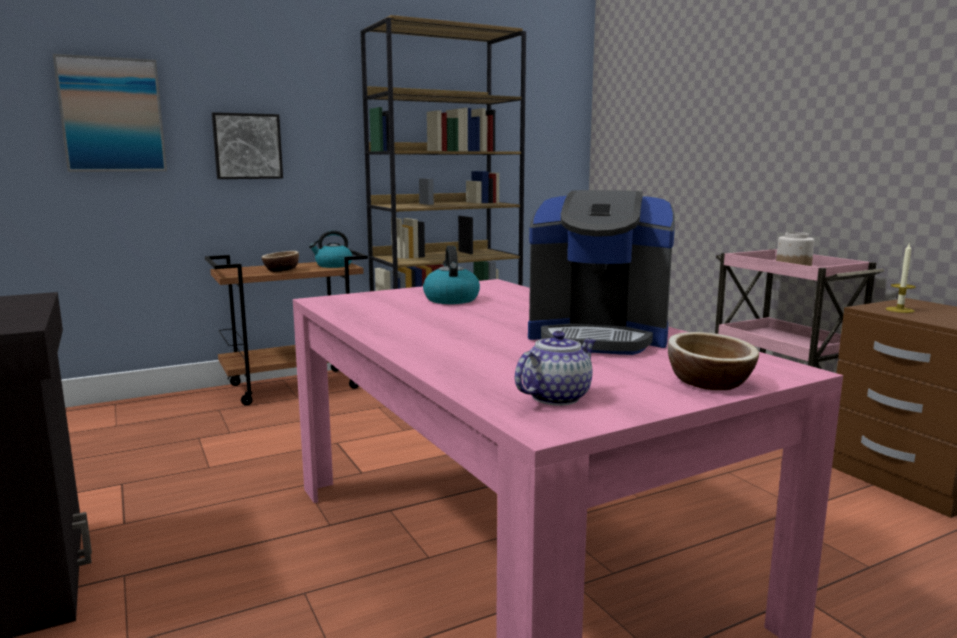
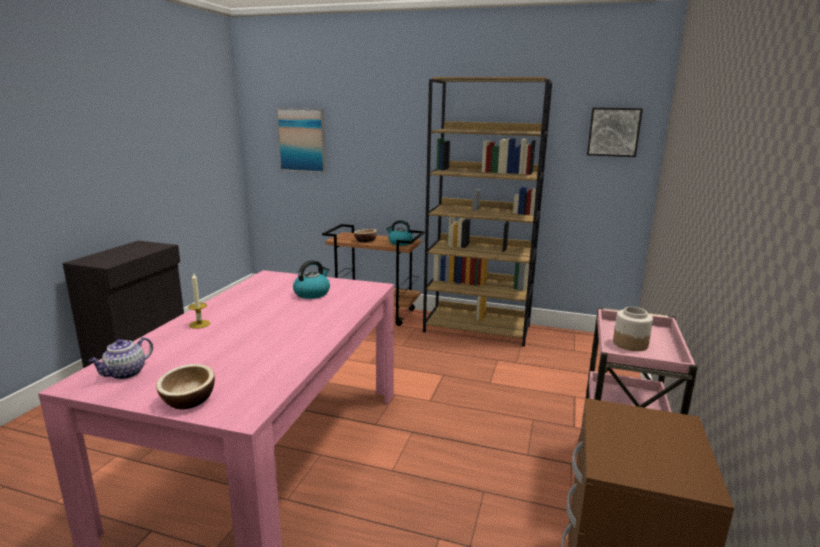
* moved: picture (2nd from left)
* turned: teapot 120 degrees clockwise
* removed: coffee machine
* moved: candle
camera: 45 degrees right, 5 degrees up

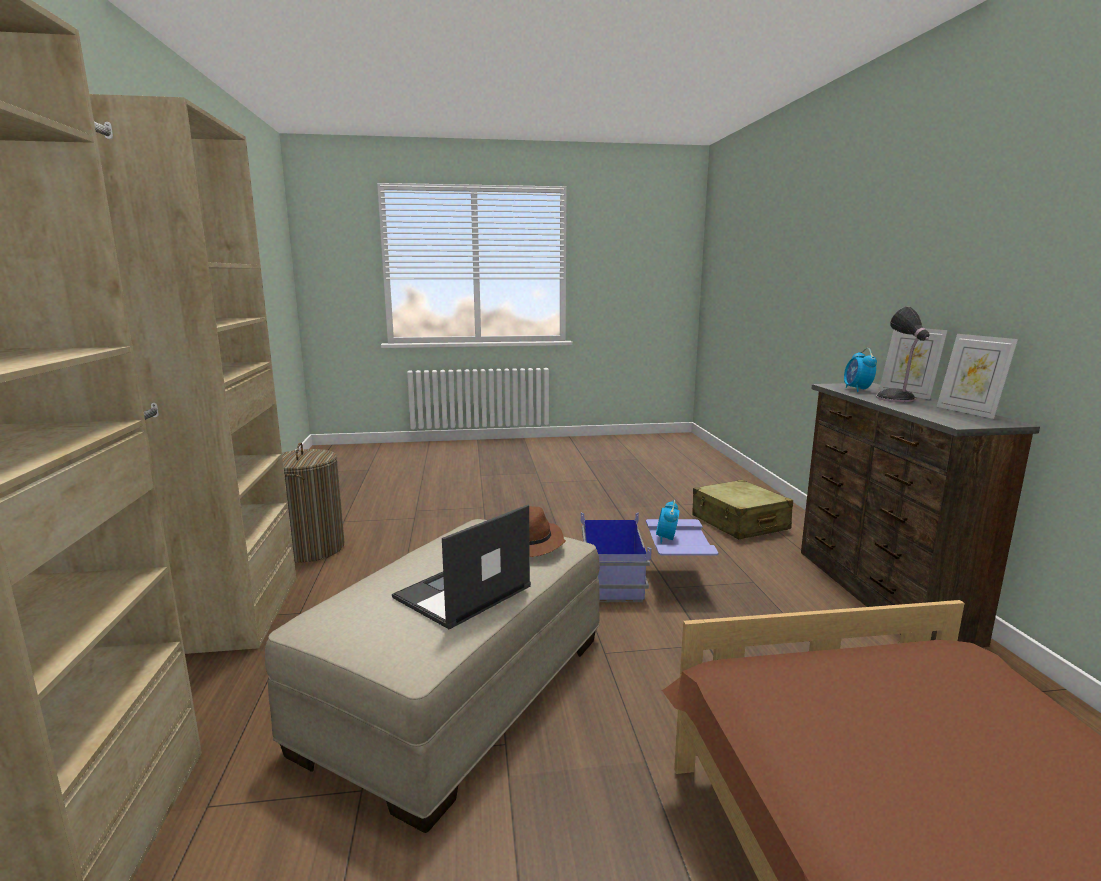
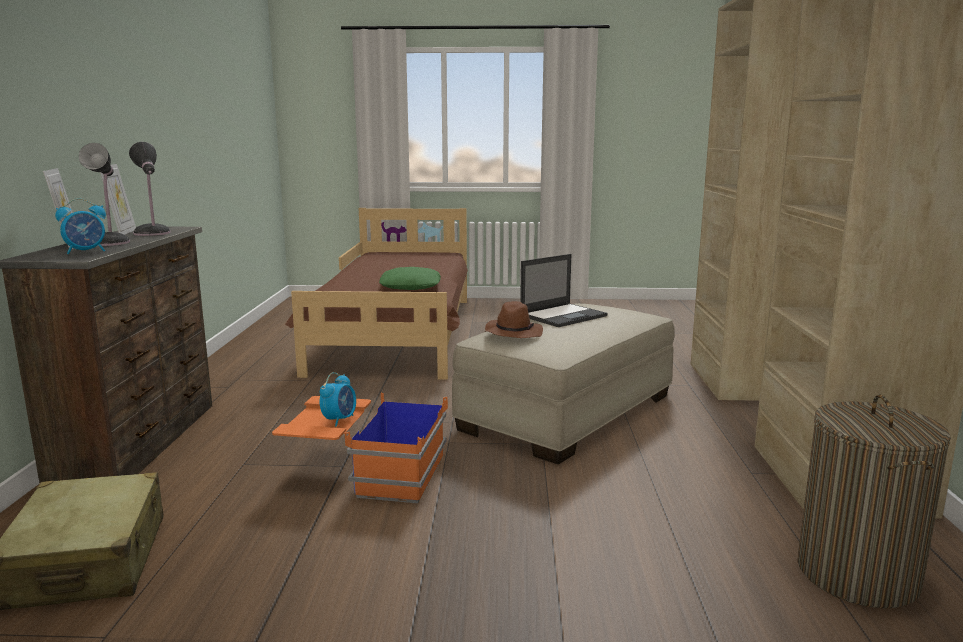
* recoloured: blue storage box to orange storage box
* turned: alarm clock (2nd from left in the first image) 45 degrees clockwise
* added: table lamp (2nd from left)
* added: green pillow
camera: 170 degrees left, 0 degrees up

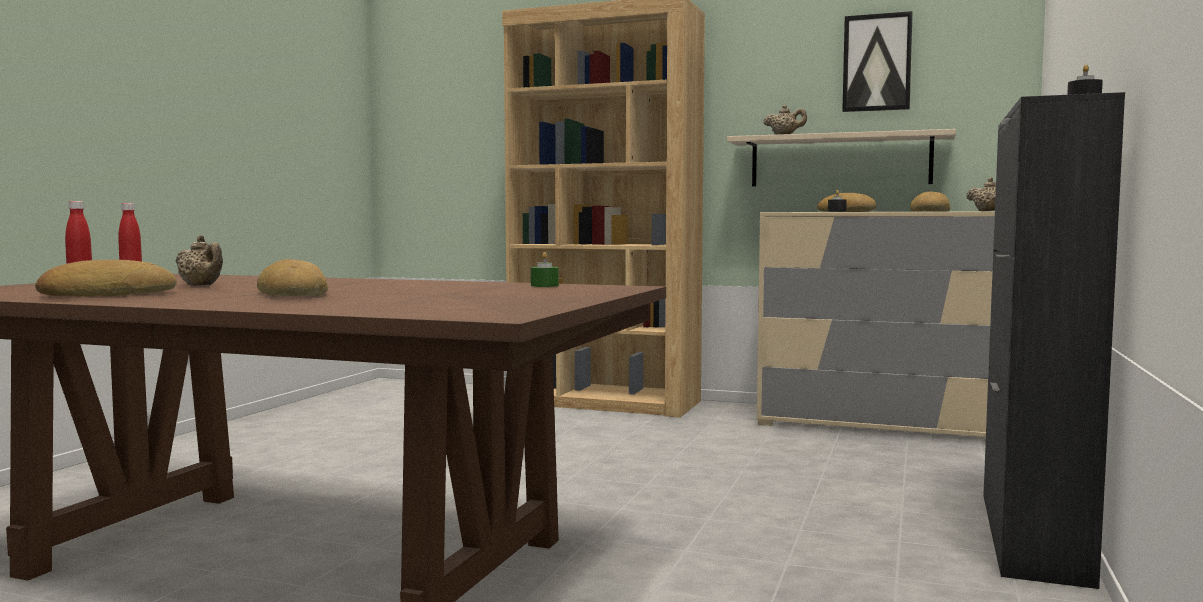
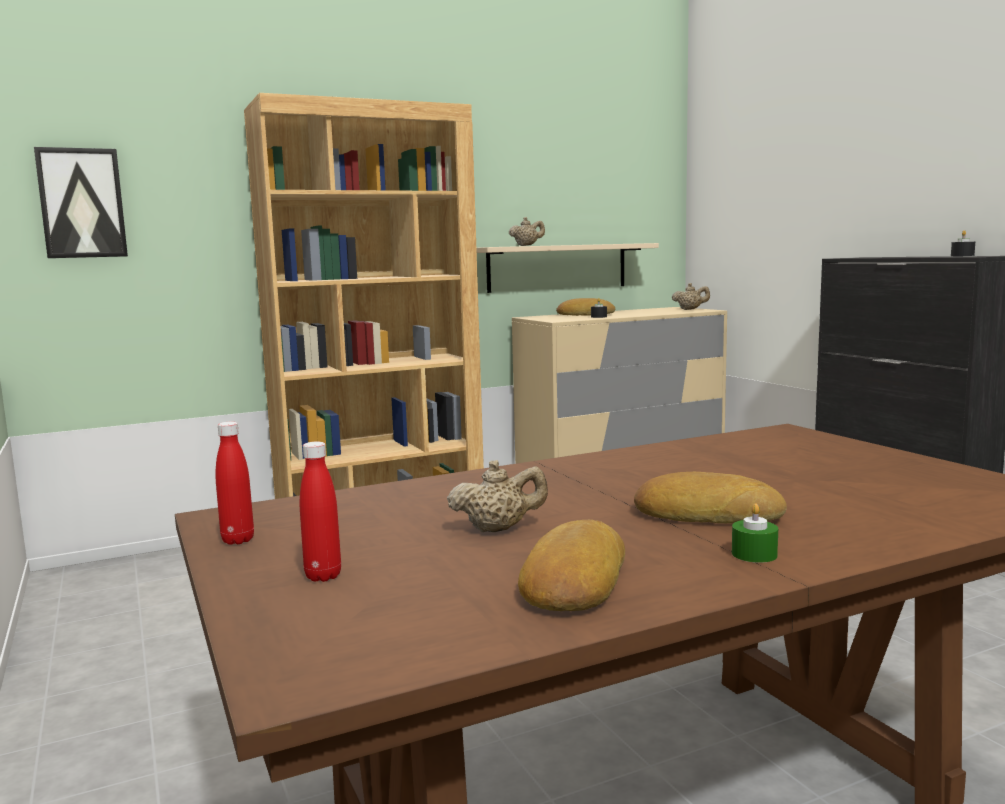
* moved: green candle
* moved: picture
* removed: bread (4th from left)
camera: 45 degrees left, 5 degrees up

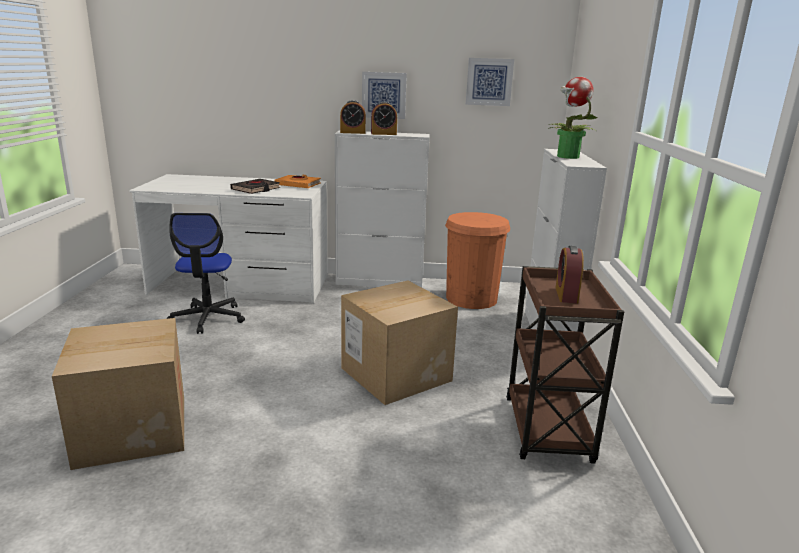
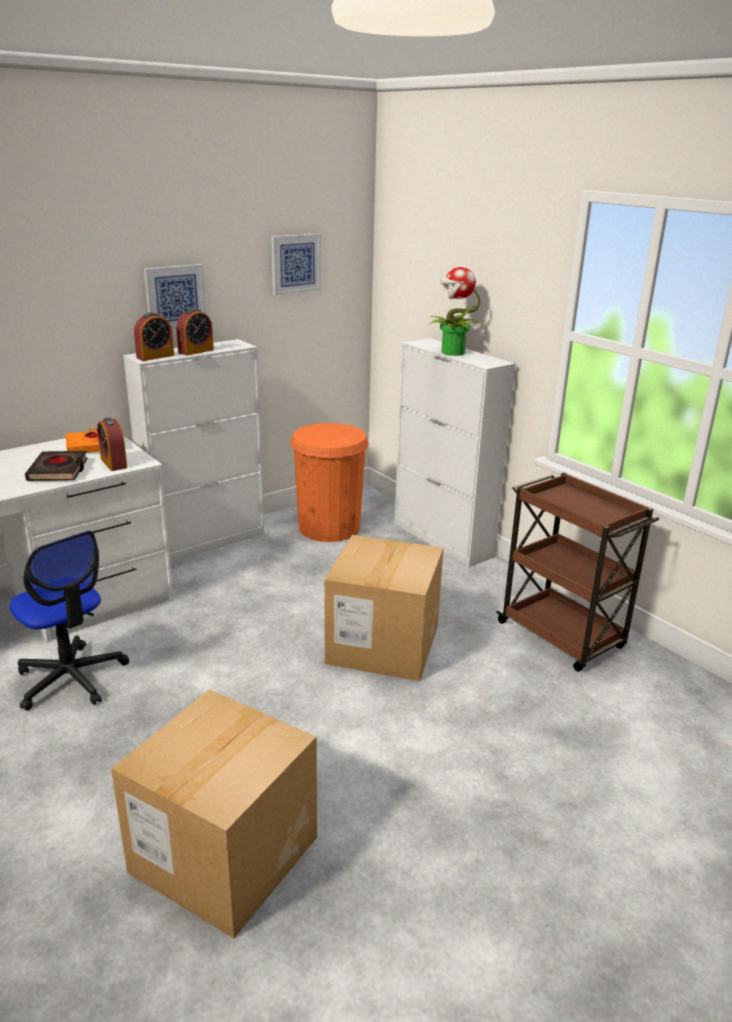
* moved: alarm clock (3rd from left in the first image) to alarm clock (1st from left)
camera: 40 degrees left, 5 degrees up

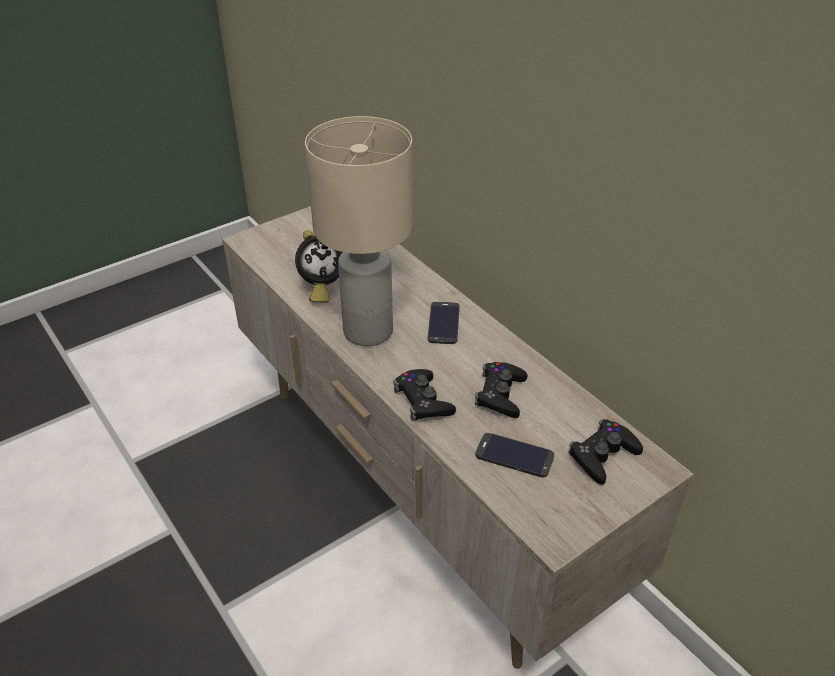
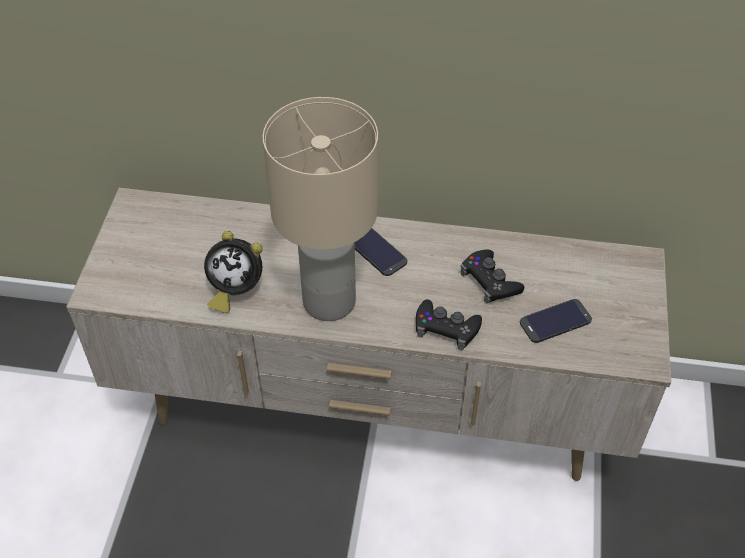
* turned: alarm clock 75 degrees clockwise
* removed: black game controller (3rd from left)
camera: 45 degrees left, 10 degrees up

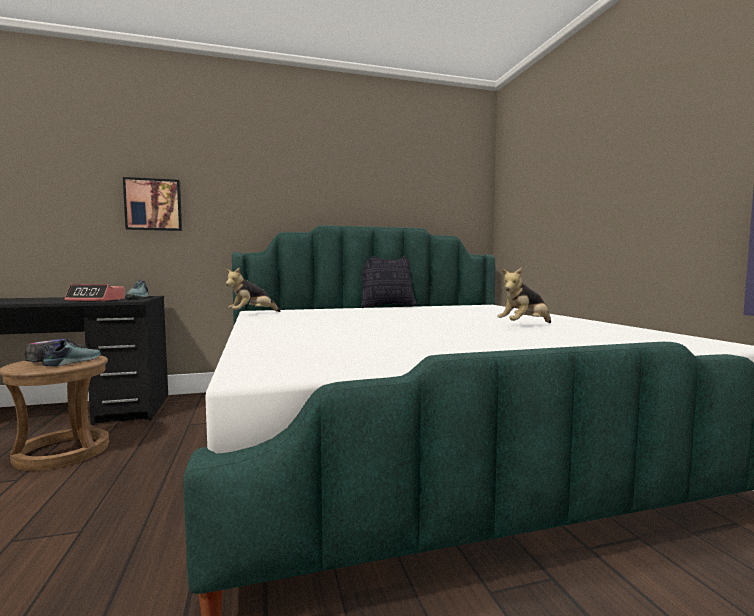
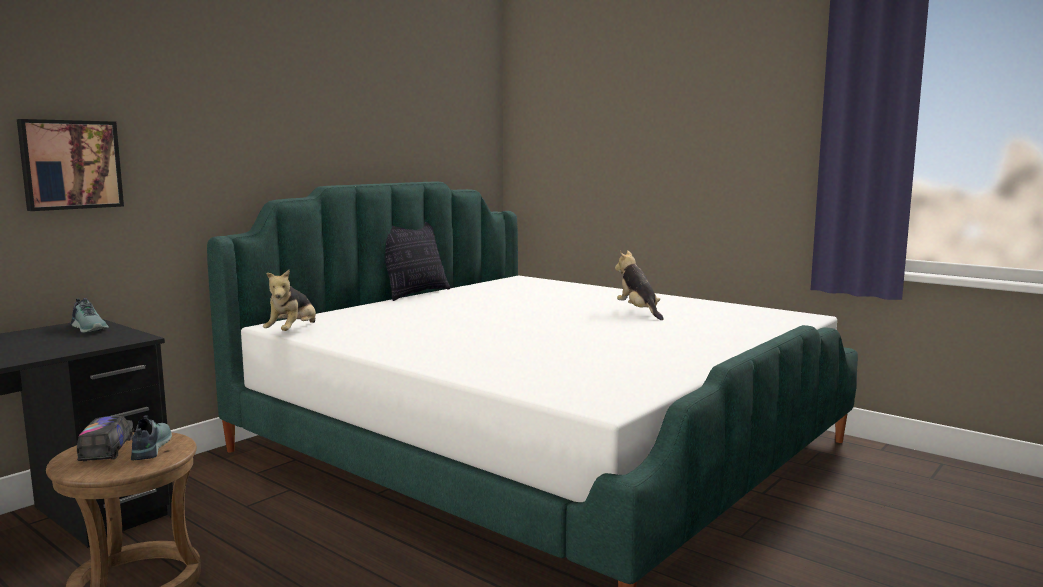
* removed: alarm clock
* turned: plush toy (2nd from left) 135 degrees clockwise
camera: 35 degrees left, 5 degrees up

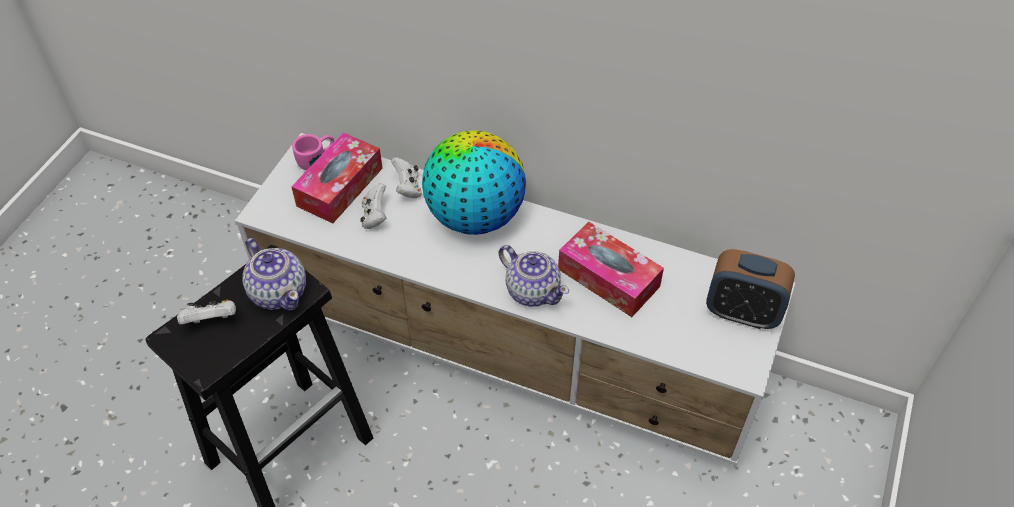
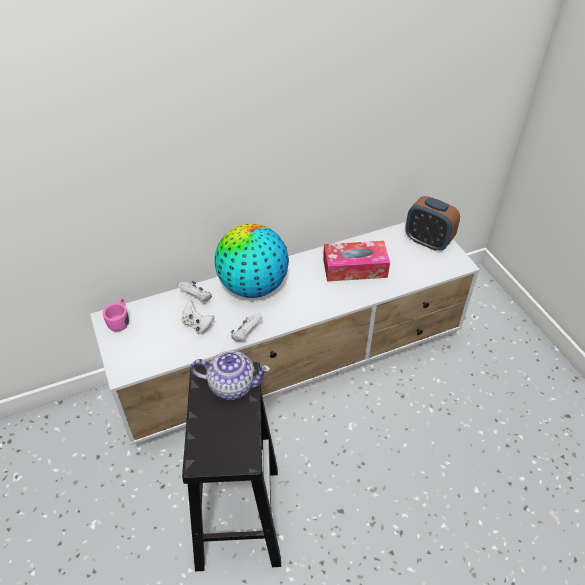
* moved: white game controller (1st from left in the first image) to white game controller (3rd from left)
* removed: tissue box (1st from left)
* removed: teapot (2nd from left)
* turned: alarm clock 60 degrees clockwise
camera: 45 degrees left, 5 degrees down

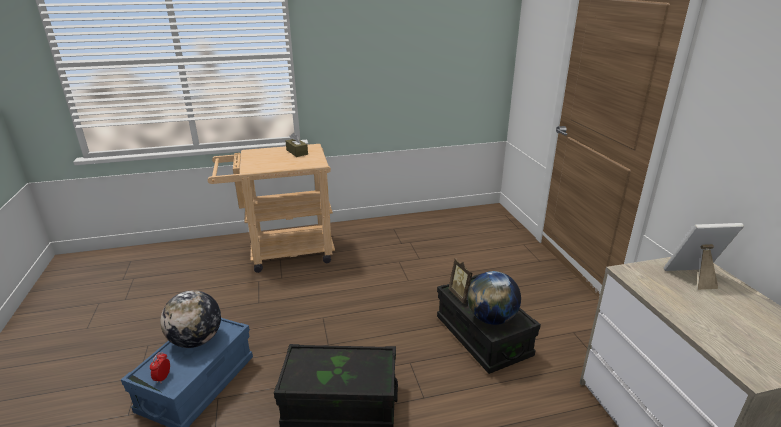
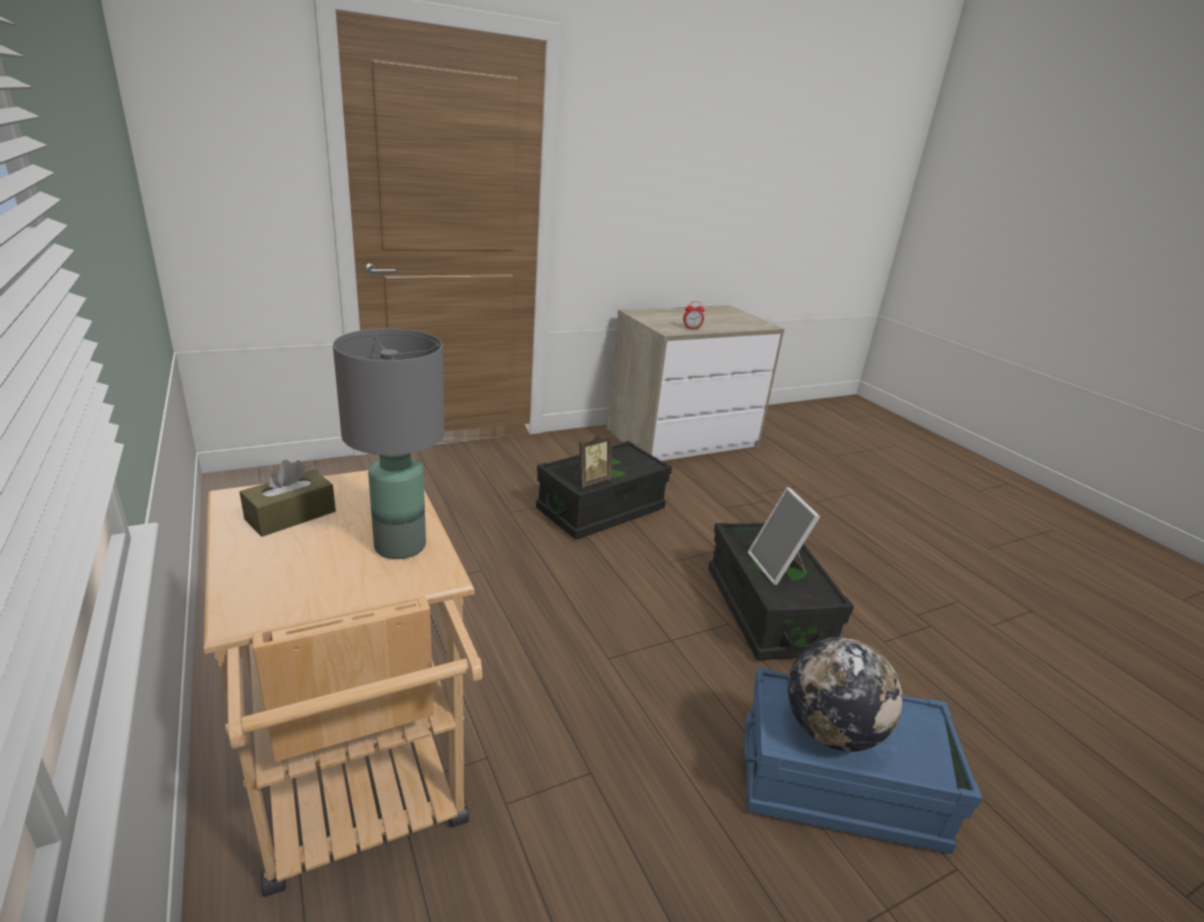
* moved: alarm clock
* removed: globe (2nd from left)
* moved: picture frame (2nd from left)
* added: grey table lamp
camera: 105 degrees left, 0 degrees up

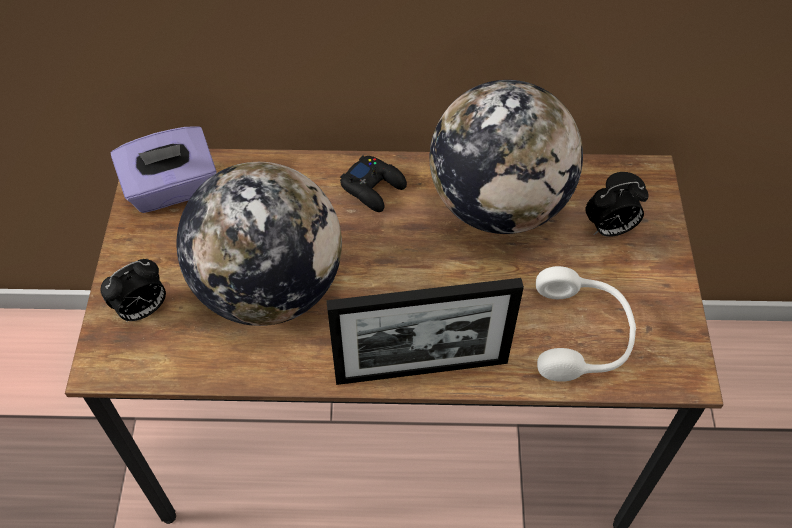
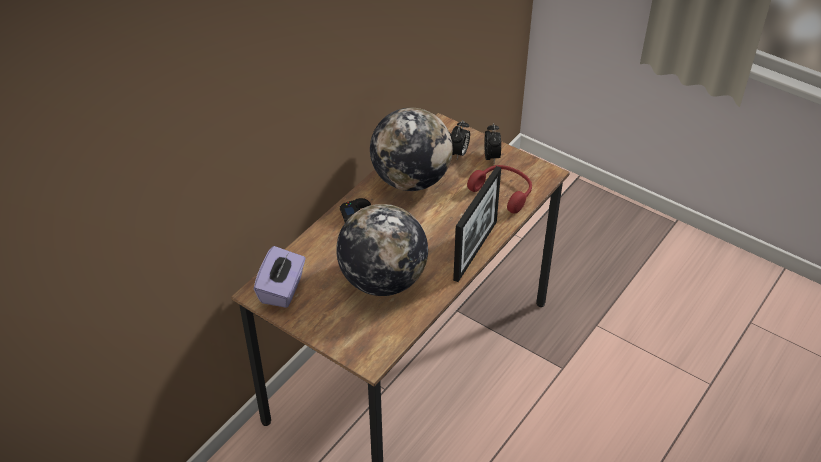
* moved: alarm clock (1st from left in the first image) to alarm clock (2nd from left)
* recoloured: white headphones to red headphones
camera: 55 degrees left, 10 degrees down

